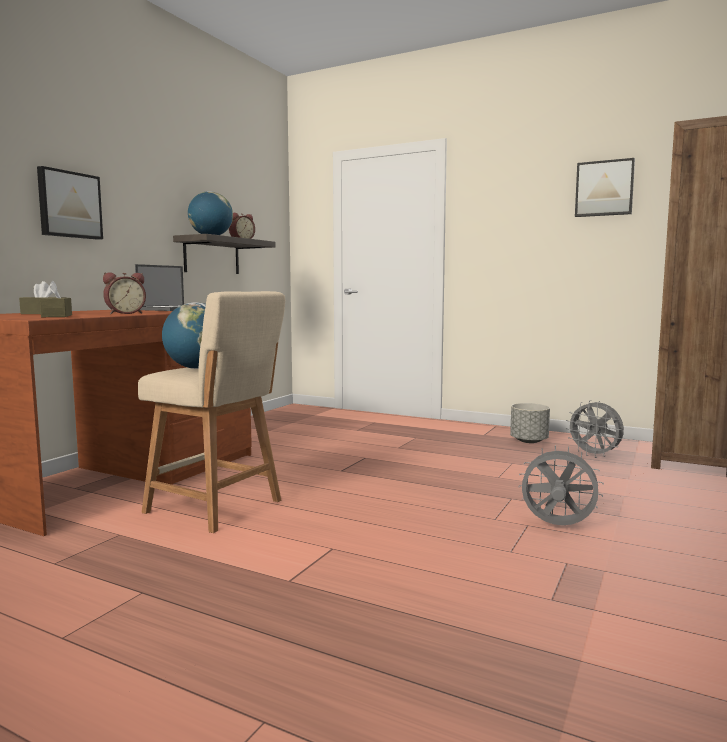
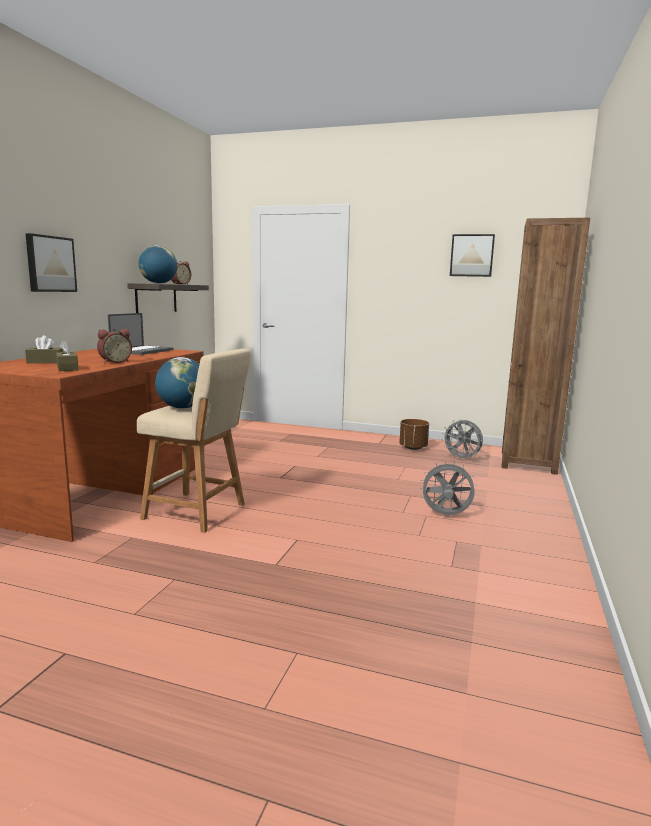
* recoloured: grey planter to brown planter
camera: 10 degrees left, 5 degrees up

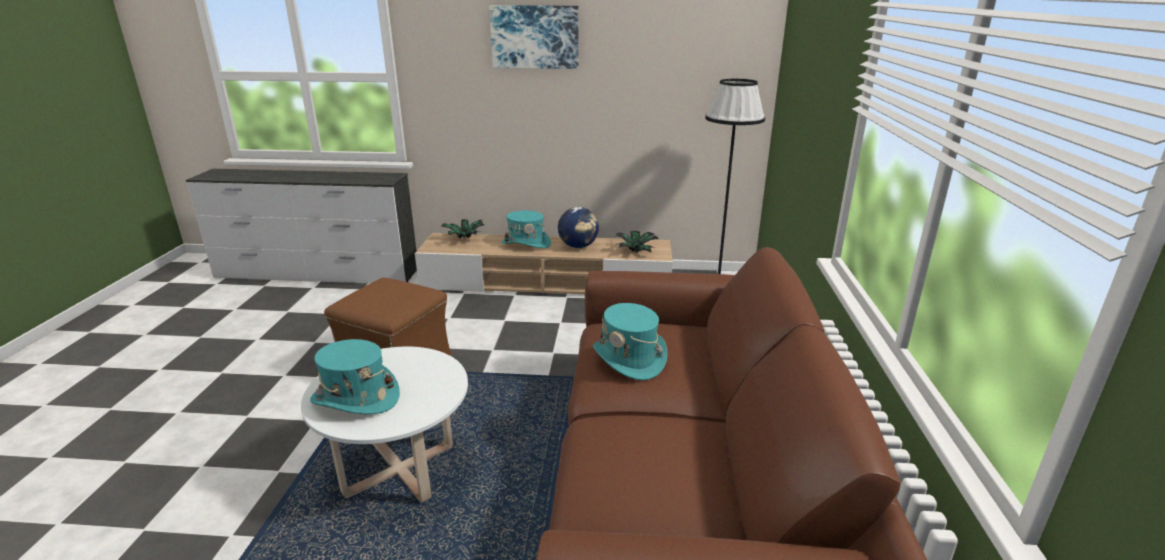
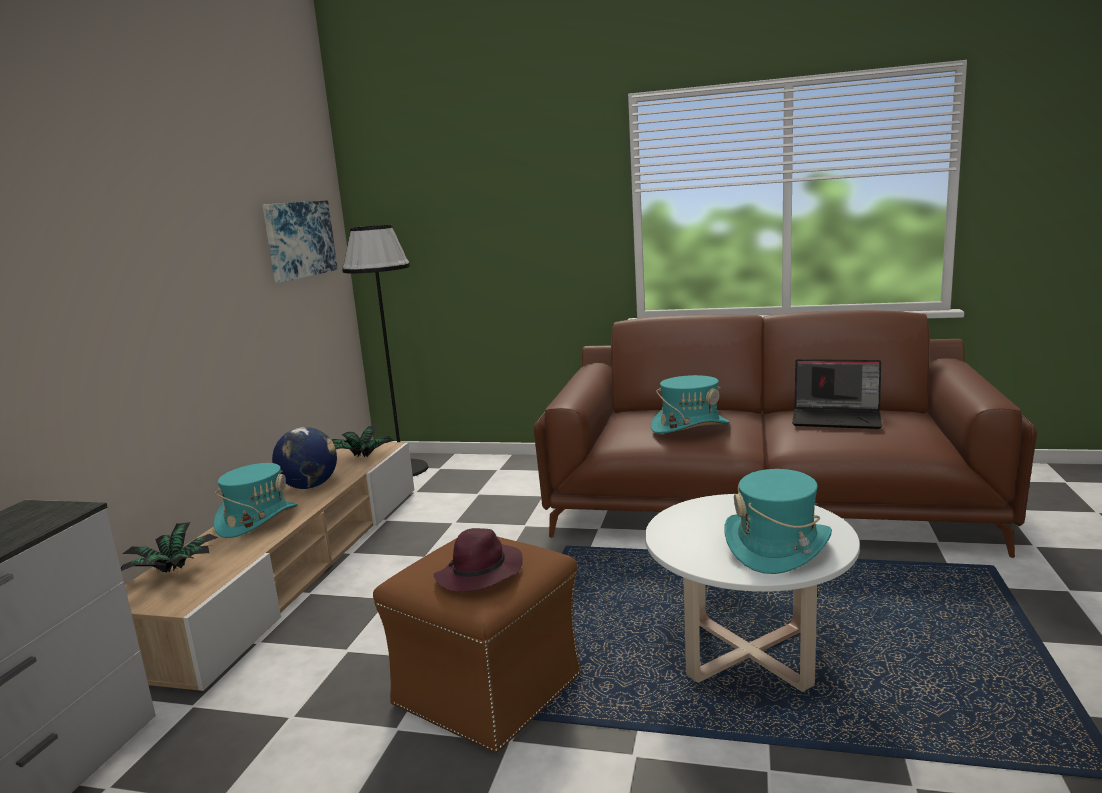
* moved: picture
* added: purple hat
* added: laptop
camera: 80 degrees left, 10 degrees down

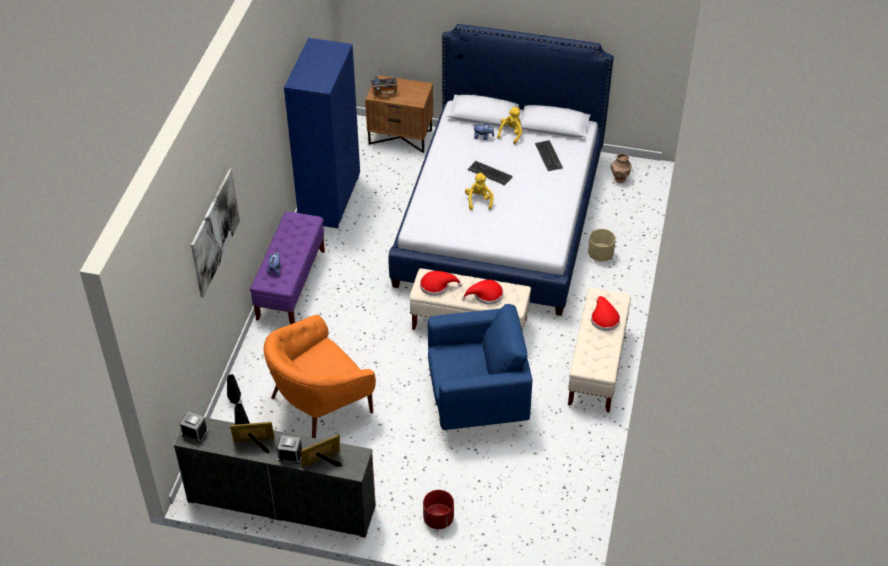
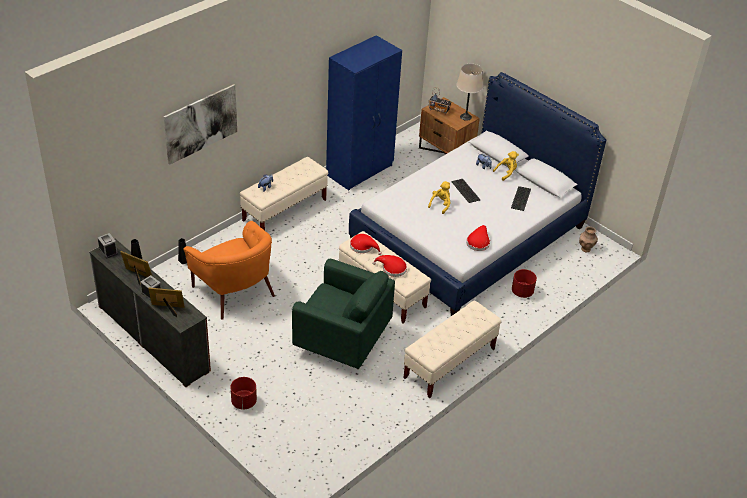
* recoloured: purple bench to beige bench (1st from left)
* turned: orange armchair 120 degrees counterclockwise
* recoloured: blue armchair to green armchair
* recoloured: beige planter to red planter (2nd from left)
* moved: red hat (3rd from left)
* added: beige table lamp
camera: 30 degrees right, 5 degrees down

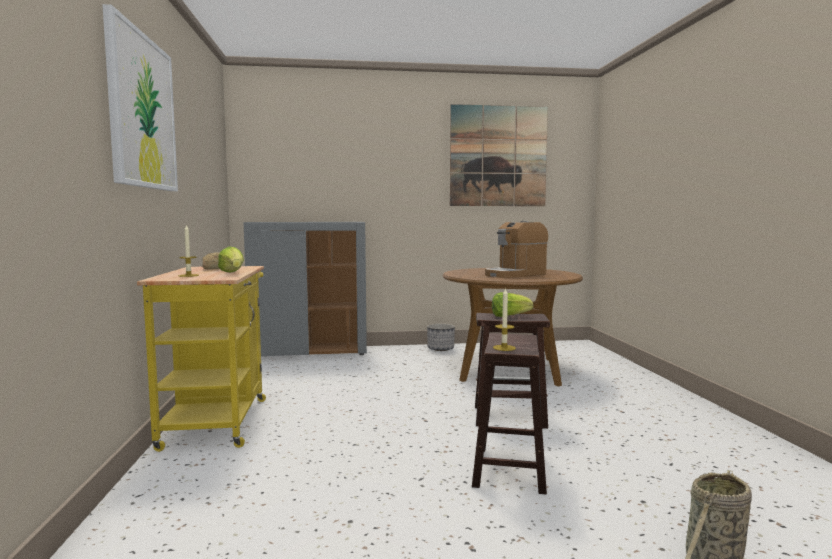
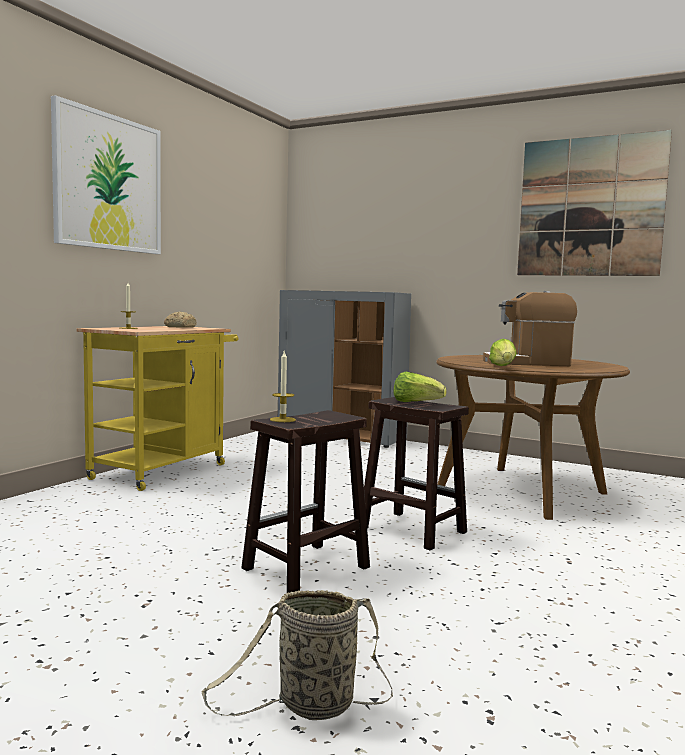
* moved: lettuce (1st from left in the first image) to lettuce (2nd from left)
* removed: planter
camera: 35 degrees right, 0 degrees up

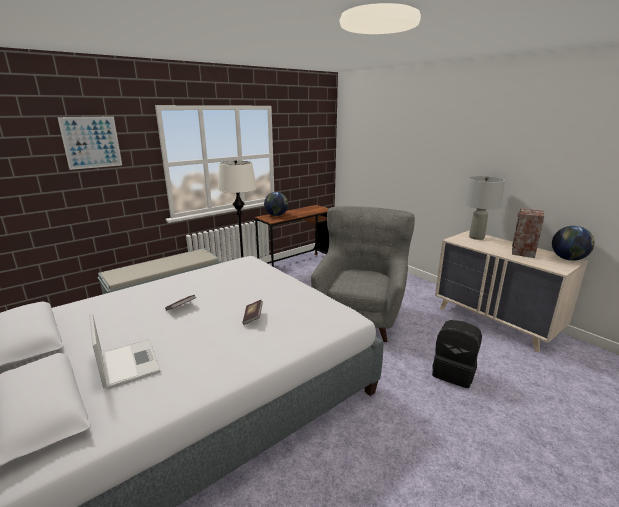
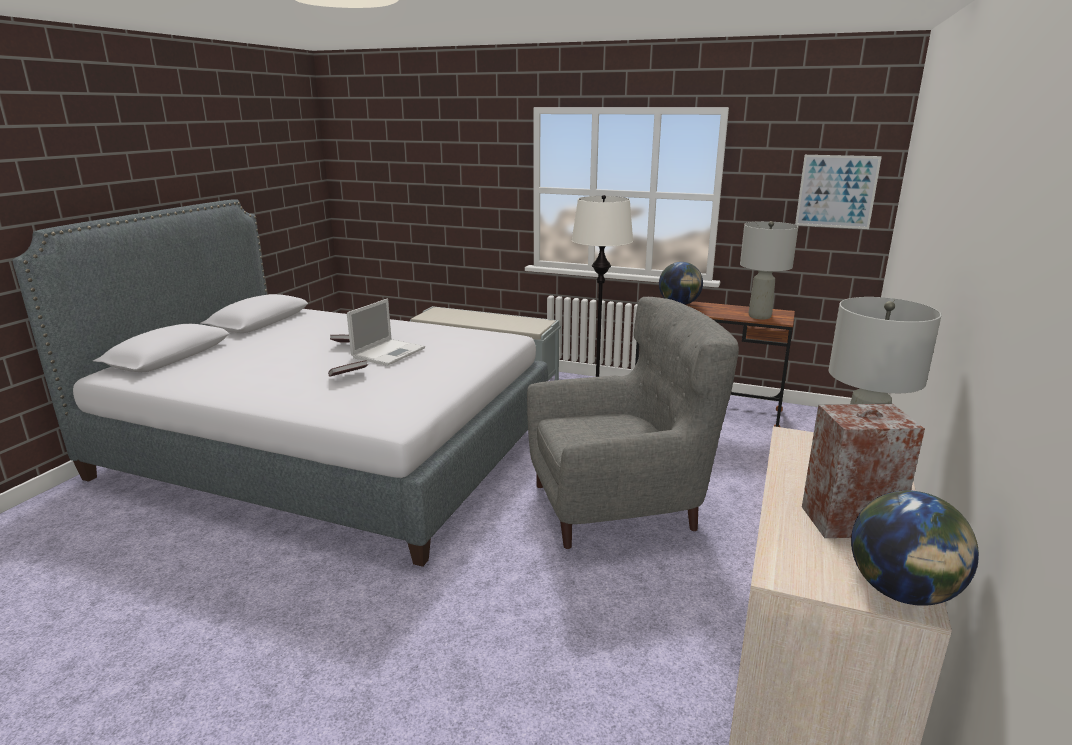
* moved: picture
* moved: laptop
* removed: black backpack
* added: grey table lamp (1st from left)
camera: 60 degrees right, 0 degrees up

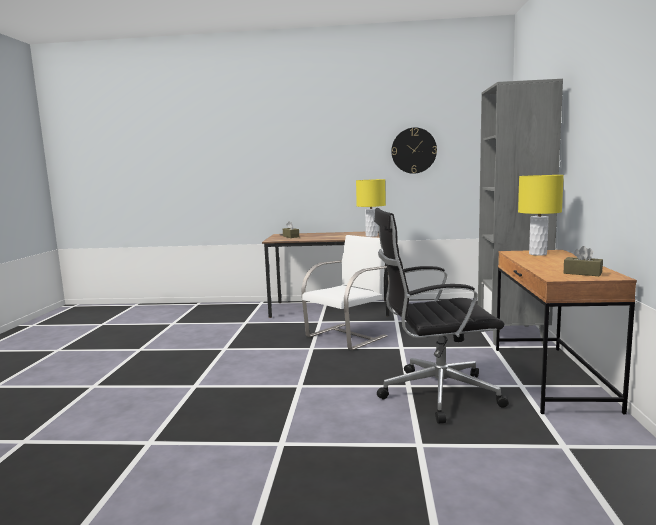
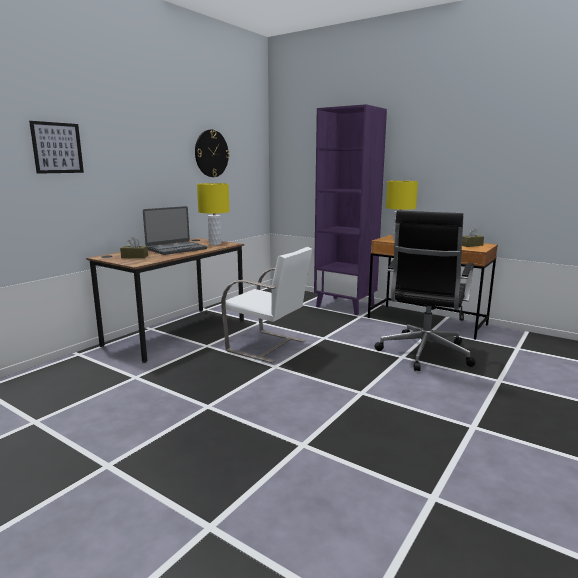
* turned: white chair 135 degrees clockwise
* recoloured: grey bookcase to purple bookcase
* added: picture
* added: laptop
camera: 60 degrees left, 5 degrees up

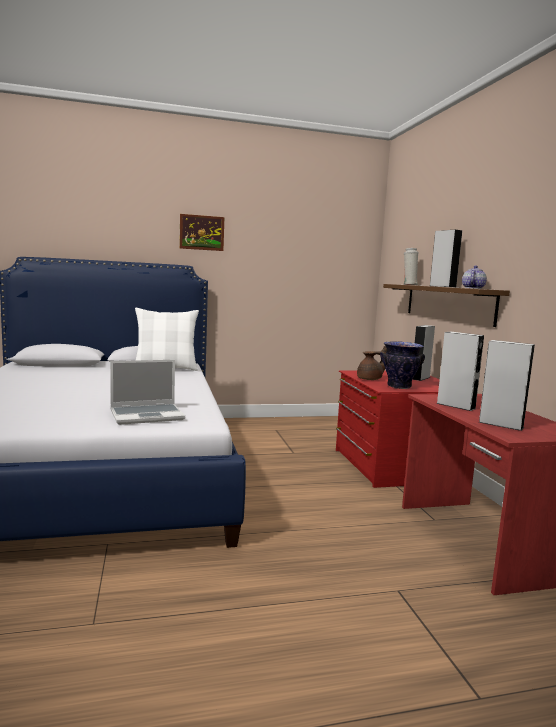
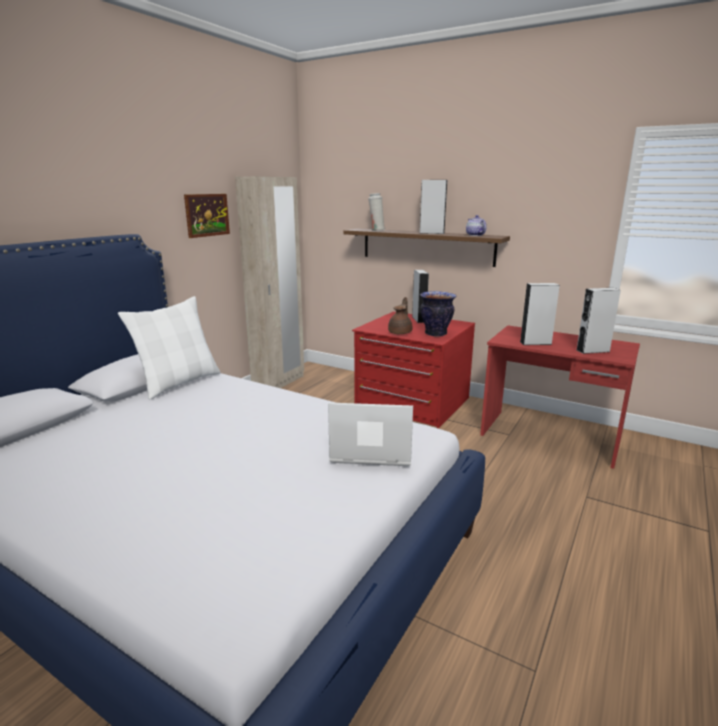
* turned: laptop 105 degrees counterclockwise
* moved: picture
* added: beige wardrobe
camera: 45 degrees left, 10 degrees up

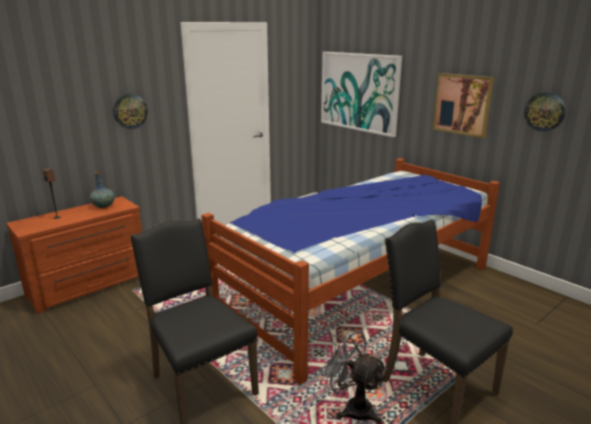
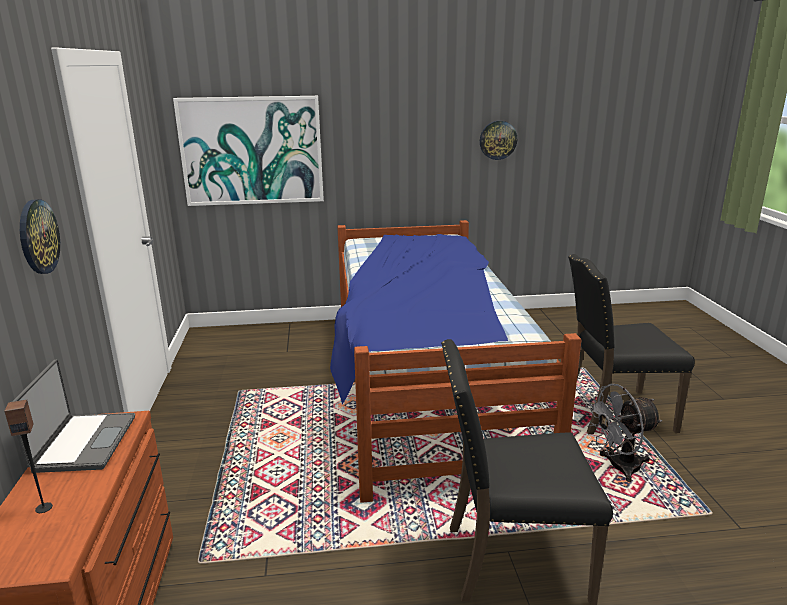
* replaced: vase to laptop
* removed: picture (2nd from left)
camera: 55 degrees left, 0 degrees up

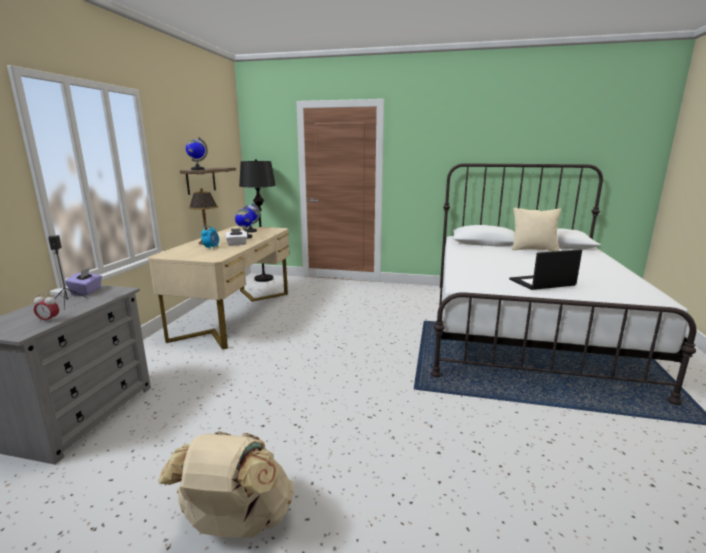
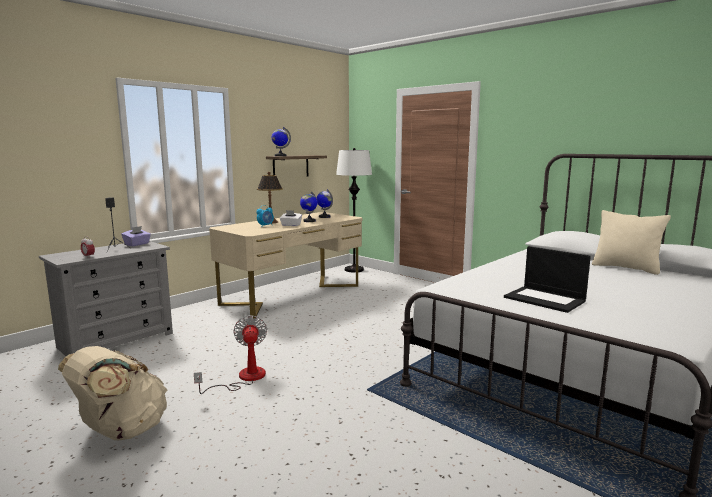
* recoloured: black floor lamp to white floor lamp
* turned: laptop 150 degrees counterclockwise
* added: fan
camera: 30 degrees right, 5 degrees down

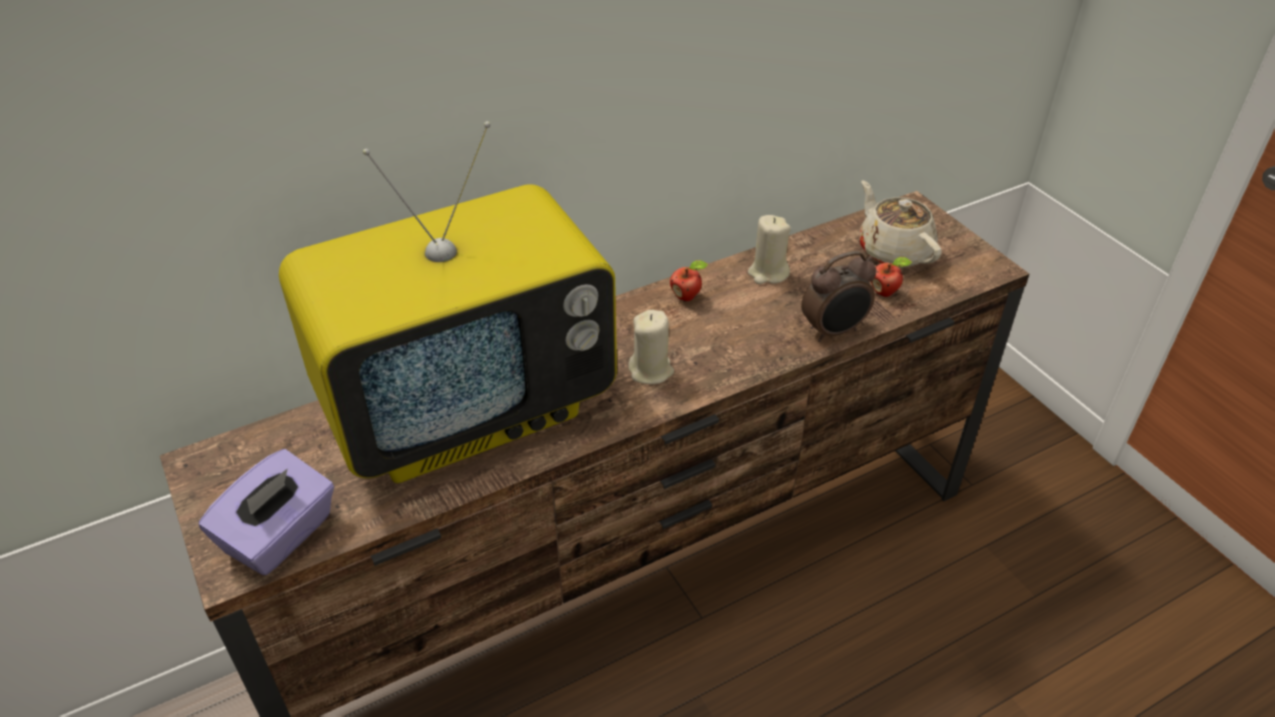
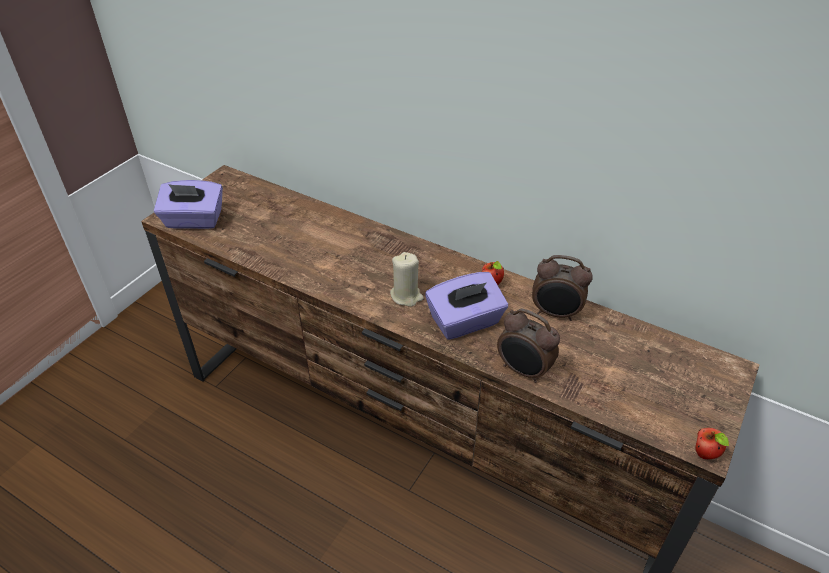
* removed: television
* replaced: beige candle (2nd from left) to alarm clock (2nd from left)
* removed: beige teapot
* moved: apple (2nd from left)
* added: purple tissue box (2nd from left)
camera: 60 degrees right, 0 degrees up

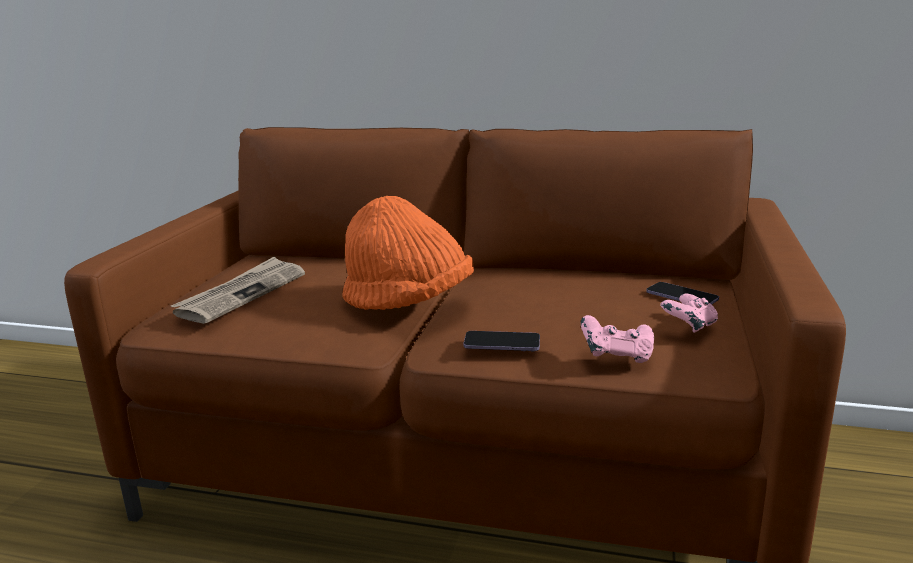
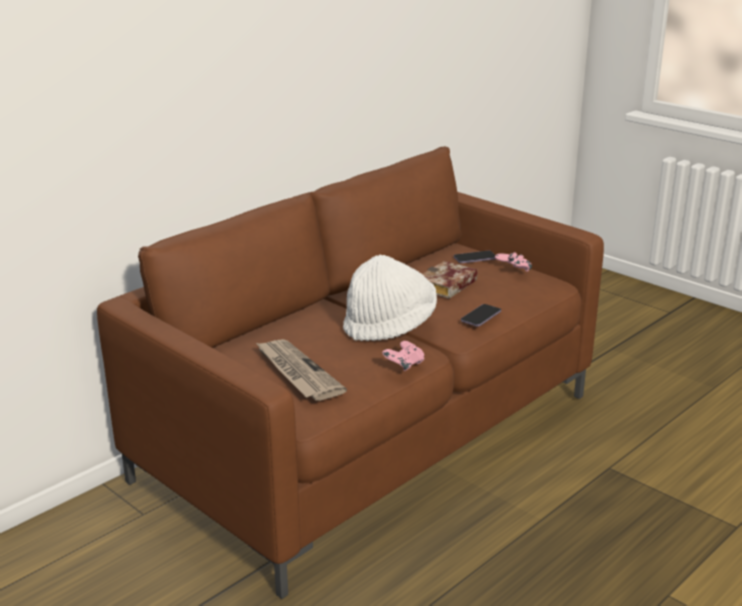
* recoloured: orange hat to white hat
* moved: pink game controller (1st from left)
* added: book
camera: 60 degrees left, 5 degrees up

